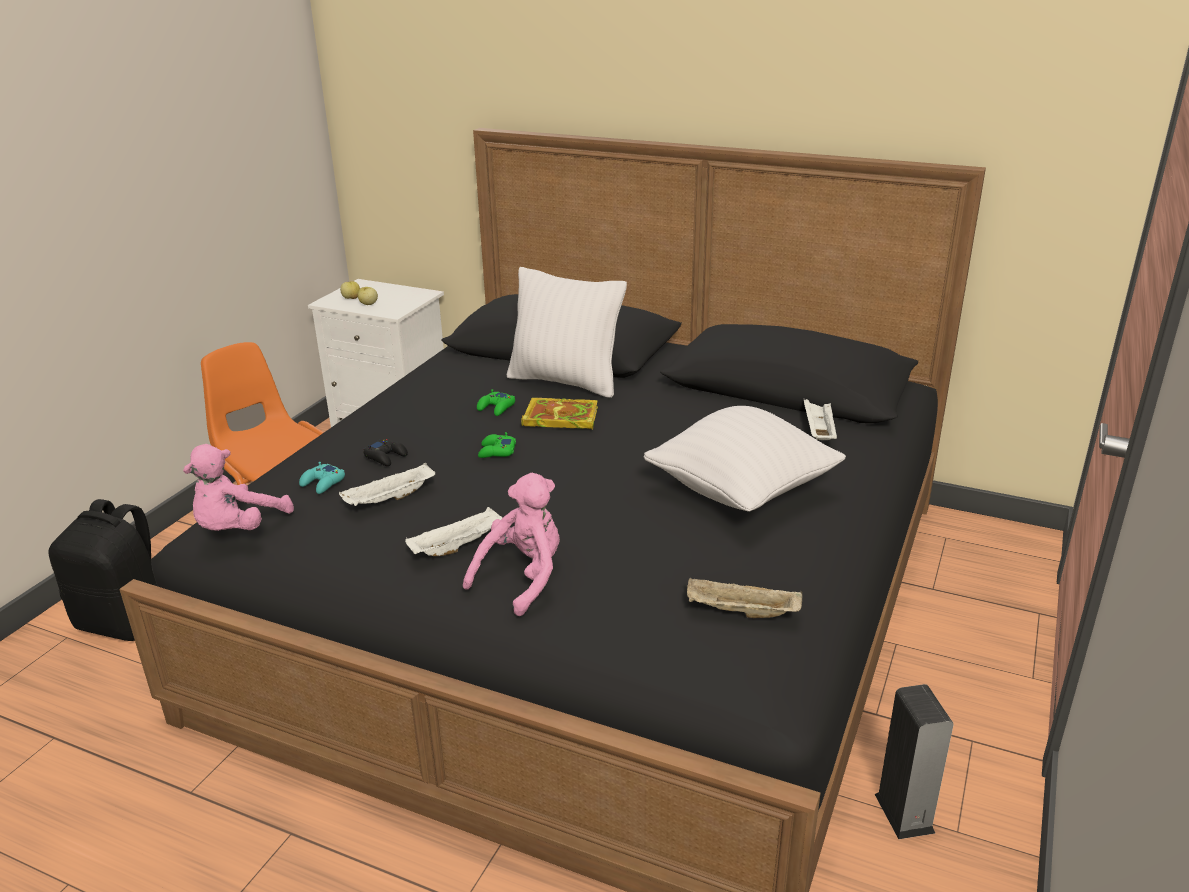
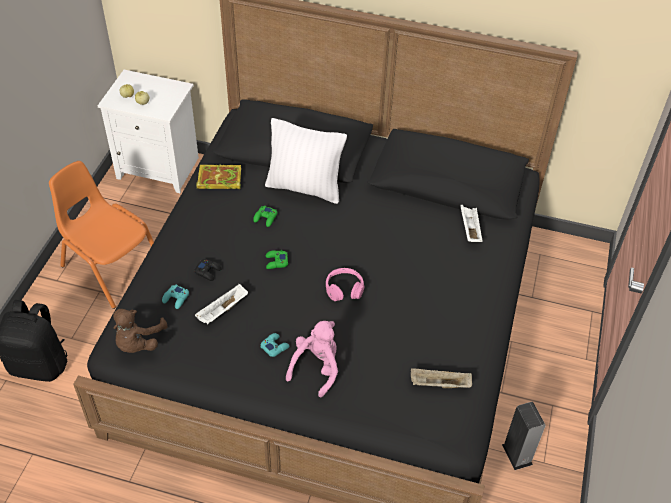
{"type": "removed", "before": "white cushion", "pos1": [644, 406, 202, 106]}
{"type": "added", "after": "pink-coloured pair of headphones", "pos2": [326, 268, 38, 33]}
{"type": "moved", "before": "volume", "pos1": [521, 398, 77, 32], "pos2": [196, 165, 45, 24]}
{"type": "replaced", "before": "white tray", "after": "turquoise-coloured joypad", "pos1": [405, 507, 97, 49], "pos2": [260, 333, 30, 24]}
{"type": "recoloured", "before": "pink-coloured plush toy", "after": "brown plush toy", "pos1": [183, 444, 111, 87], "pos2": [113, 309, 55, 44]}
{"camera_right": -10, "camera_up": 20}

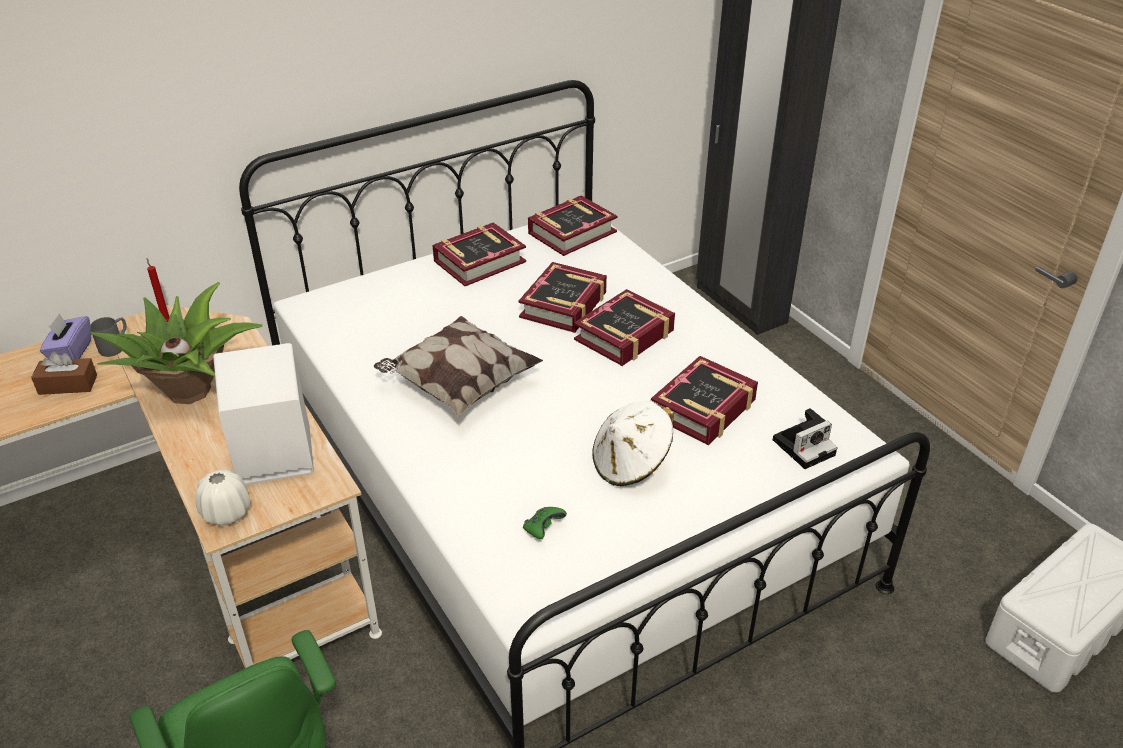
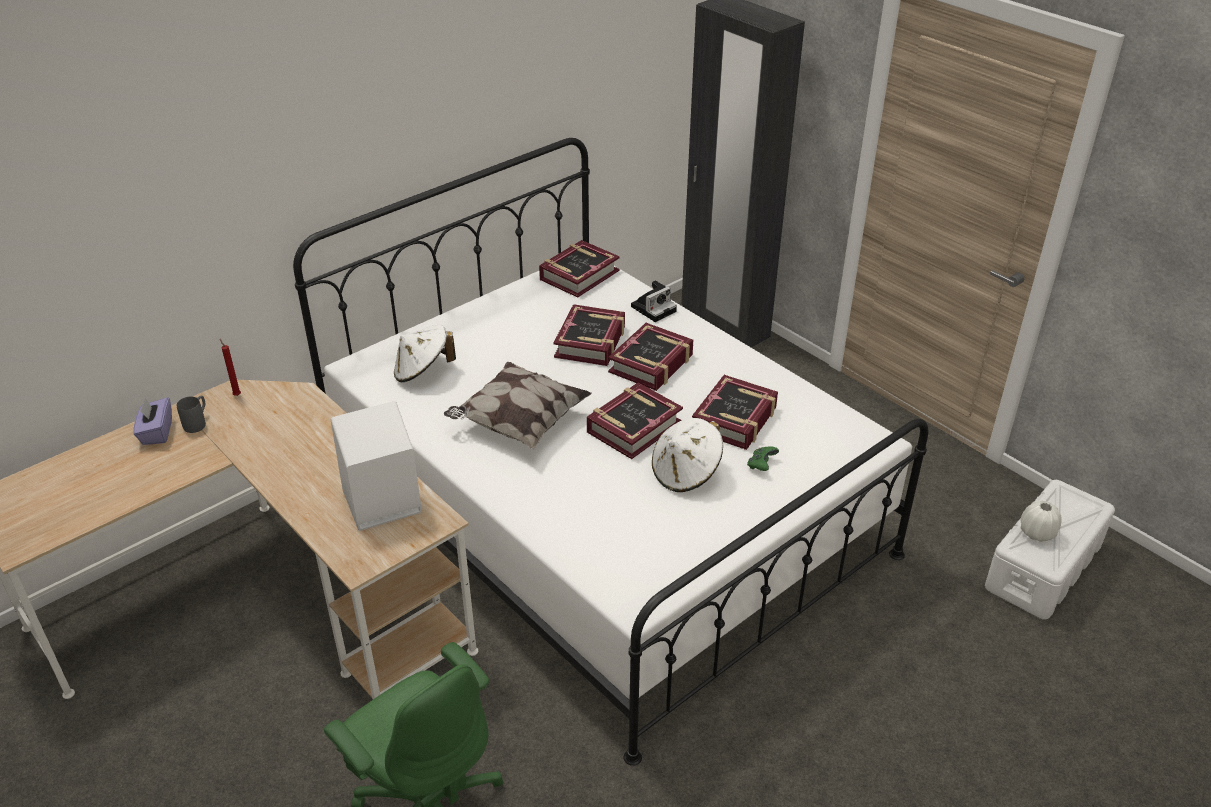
{"type": "removed", "before": "brown tissue box", "pos1": [31, 351, 66, 44]}
{"type": "removed", "before": "plant in a pot", "pos1": [90, 282, 172, 122]}
{"type": "added", "after": "white wearable hat", "pos2": [394, 325, 62, 57]}
{"type": "moved", "before": "white decorative vase", "pos1": [195, 470, 56, 55], "pos2": [1021, 501, 41, 41]}
{"type": "moved", "before": "volume", "pos1": [432, 222, 94, 64], "pos2": [587, 382, 96, 77]}
{"type": "moved", "before": "green joypad", "pos1": [523, 507, 44, 32], "pos2": [747, 447, 32, 24]}
{"type": "moved", "before": "photo camera", "pos1": [773, 408, 65, 61], "pos2": [631, 280, 46, 42]}
{"camera_right": -10, "camera_up": 0}

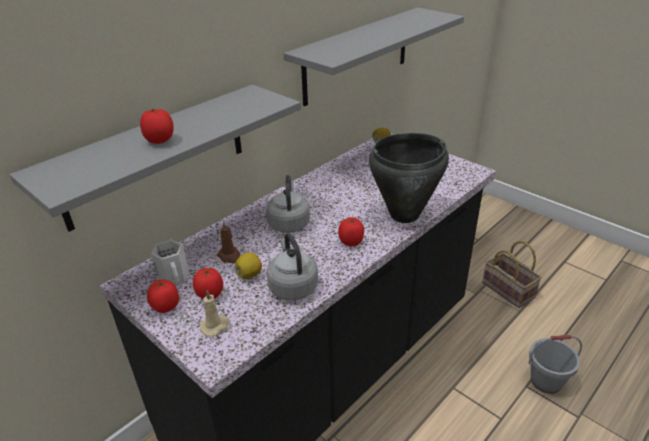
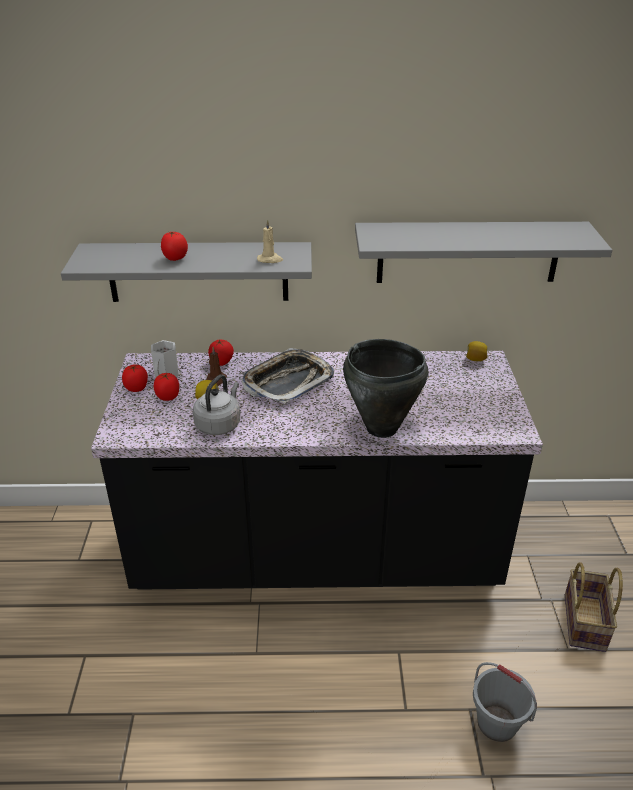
{"type": "moved", "before": "beige wax light", "pos1": [200, 290, 29, 47], "pos2": [257, 220, 26, 43]}
{"type": "moved", "before": "whole tomato", "pos1": [338, 218, 26, 28], "pos2": [208, 339, 26, 27]}
{"type": "replaced", "before": "gray kettle", "after": "tray", "pos1": [266, 175, 44, 58], "pos2": [242, 348, 92, 56]}
{"camera_right": 45, "camera_up": 0}

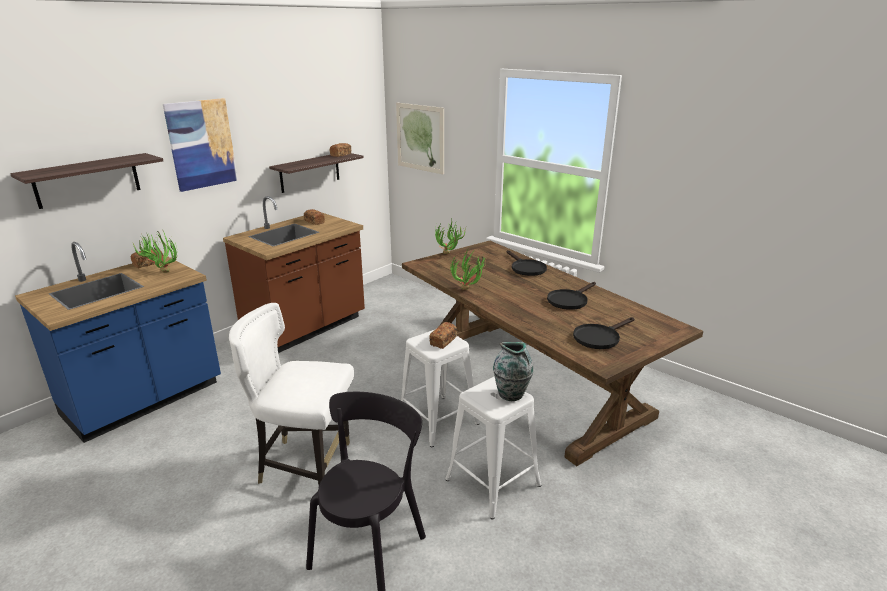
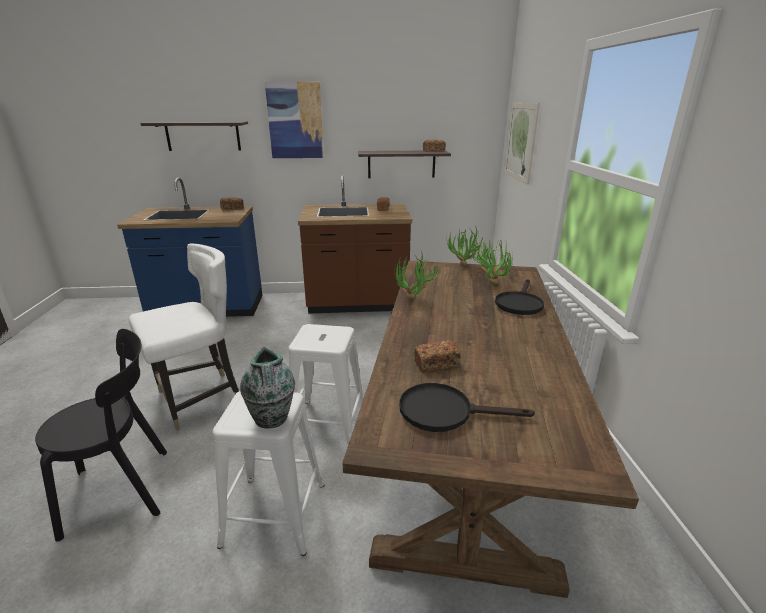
{"type": "removed", "before": "black-coloured frying pan", "pos1": [547, 282, 49, 28]}
{"type": "moved", "before": "plant in a pot", "pos1": [133, 230, 45, 43], "pos2": [472, 239, 41, 46]}
{"type": "moved", "before": "bread", "pos1": [429, 322, 28, 27], "pos2": [414, 340, 47, 32]}
{"type": "turned", "before": "white plain chair", "pos1": [229, 303, 125, 182], "pos2": [128, 244, 111, 186], "turn": 90}
{"camera_right": 45, "camera_up": 0}

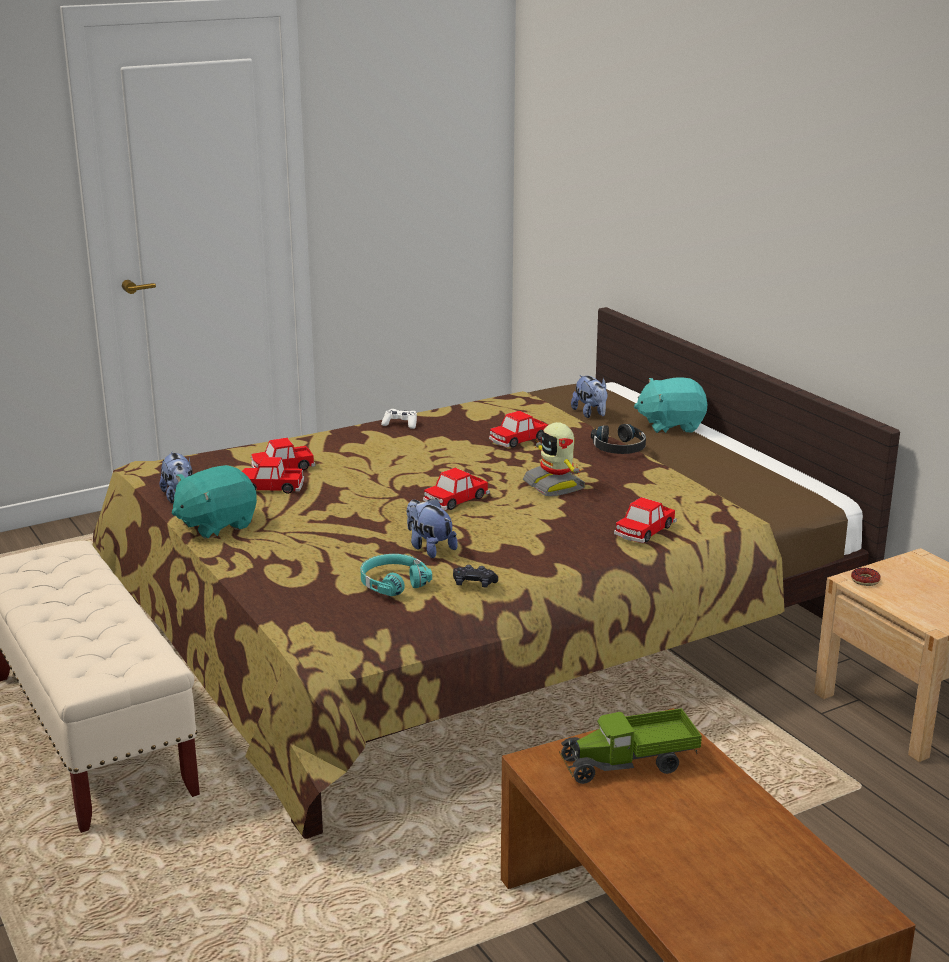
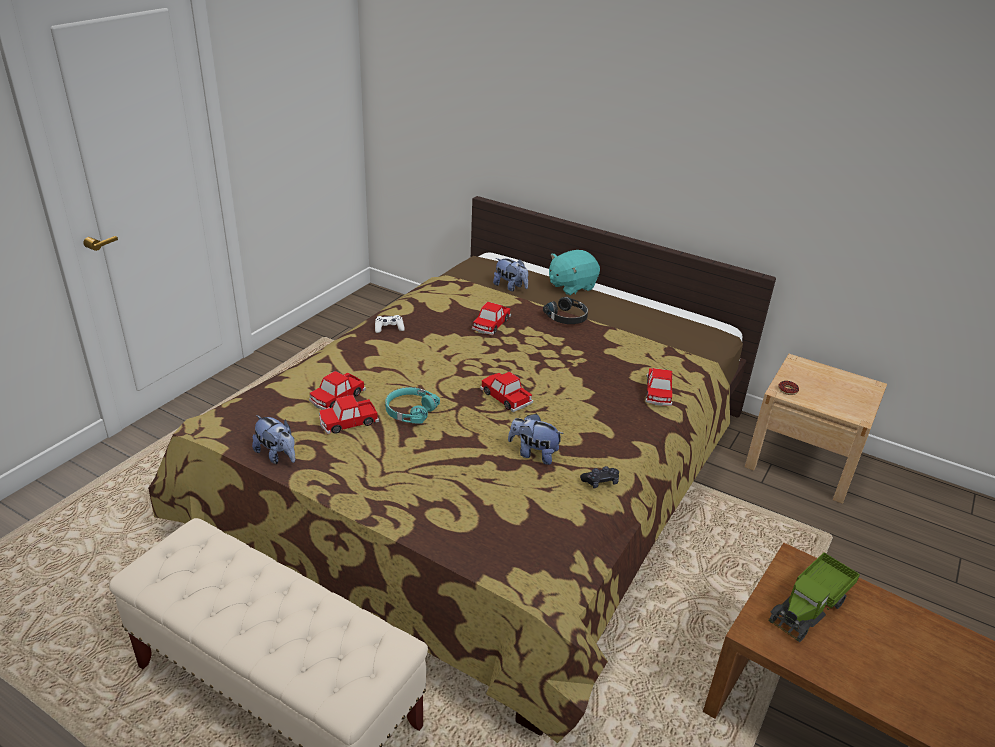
{"type": "removed", "before": "turquoise-coloured plush toy", "pos1": [172, 465, 85, 74]}
{"type": "removed", "before": "toy robot", "pos1": [523, 422, 63, 74]}
{"type": "moved", "before": "turquoise-coloured pair of headphones", "pos1": [360, 554, 72, 42], "pos2": [385, 387, 55, 37]}
{"type": "turned", "before": "miniature car", "pos1": [423, 467, 67, 43], "pos2": [480, 372, 53, 40], "turn": 120}
{"camera_right": -30, "camera_up": 10}

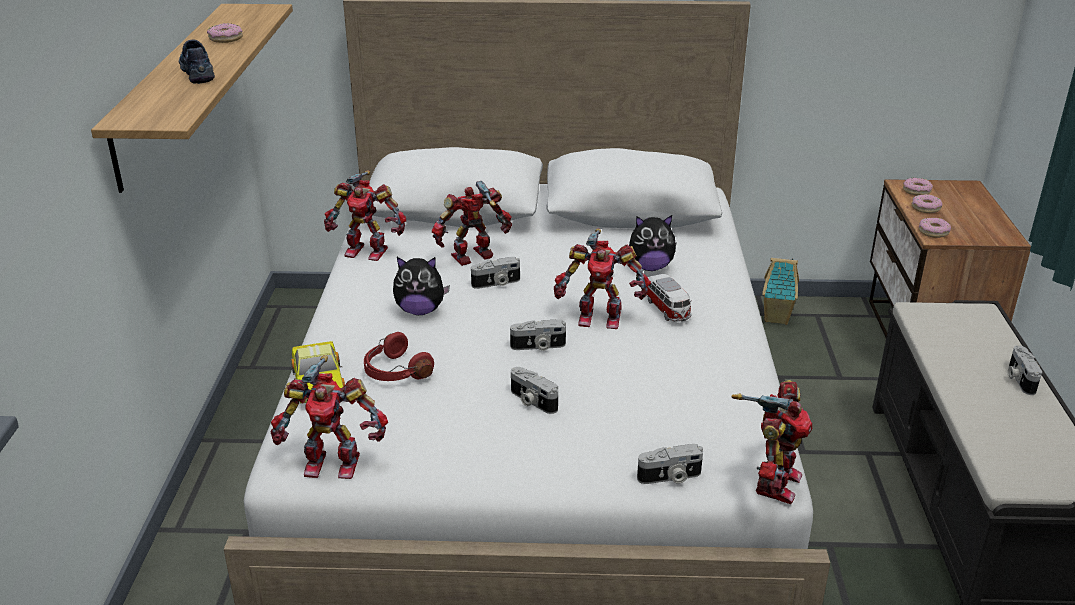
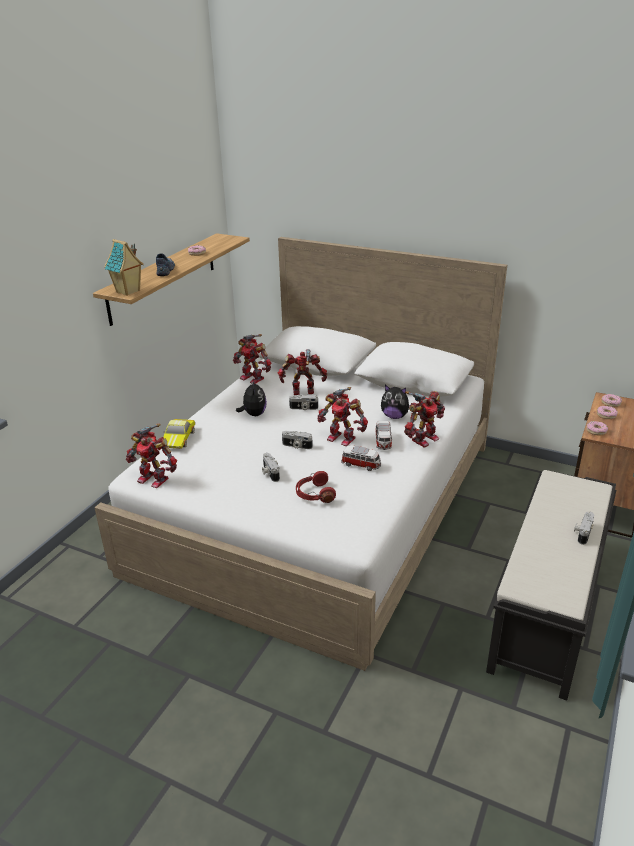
{"type": "removed", "before": "photo camera", "pos1": [637, 444, 66, 40]}
{"type": "added", "after": "miniature car", "pos2": [341, 446, 40, 25]}
{"type": "moved", "before": "red-coloured pair of headphones", "pos1": [364, 332, 70, 49], "pos2": [296, 471, 40, 32]}
{"type": "moved", "before": "toy robot", "pos1": [732, 380, 80, 124], "pos2": [404, 391, 41, 57]}
{"type": "moved", "before": "miniature house", "pos1": [762, 258, 37, 67], "pos2": [104, 239, 40, 57]}
{"type": "turned", "before": "plush toy", "pos1": [393, 257, 57, 58], "pos2": [236, 381, 31, 35], "turn": -120}
{"camera_right": 25, "camera_up": 0}

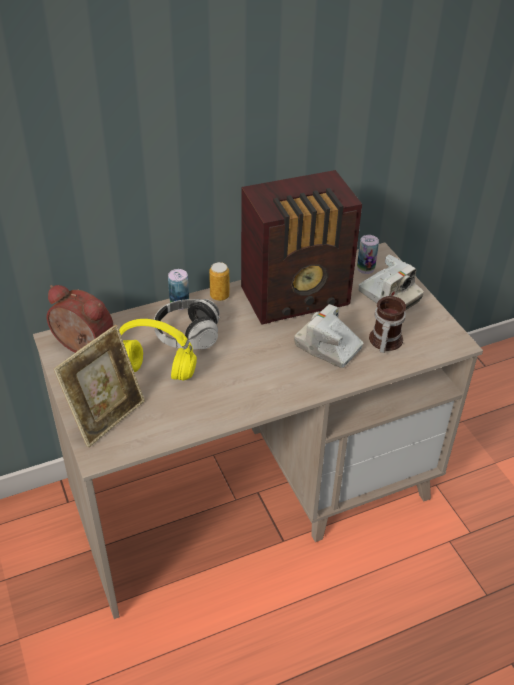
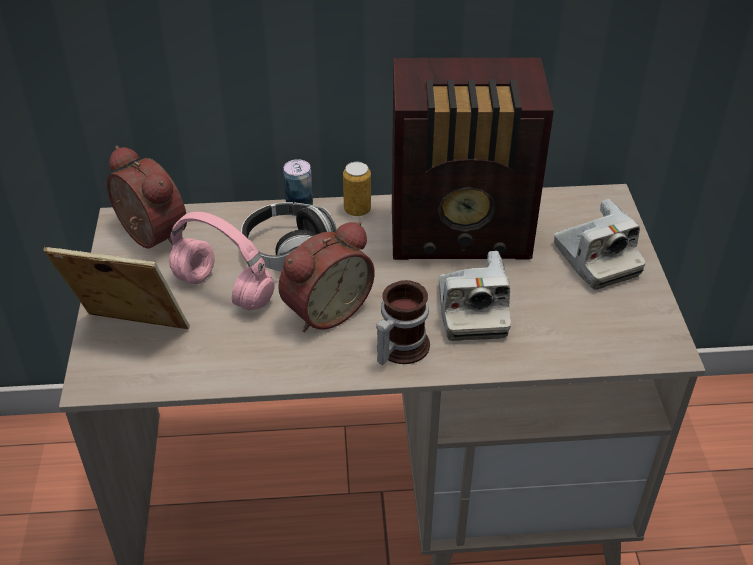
{"type": "removed", "before": "can", "pos1": [357, 235, 22, 39]}
{"type": "added", "after": "alarm clock", "pos2": [278, 221, 97, 111]}
{"type": "moved", "before": "coffee mug", "pos1": [369, 296, 37, 57], "pos2": [376, 280, 54, 85]}
{"type": "recoloured", "before": "yellow pair of headphones", "after": "pink-coloured pair of headphones", "pos1": [119, 319, 78, 62], "pos2": [169, 212, 105, 98]}
{"type": "turned", "before": "standing frame", "pos1": [54, 325, 91, 122], "pos2": [43, 247, 147, 82], "turn": -135}
{"type": "turned", "before": "photo camera", "pos1": [294, 304, 70, 64], "pos2": [439, 251, 72, 90], "turn": -150}
{"camera_right": 20, "camera_up": 0}

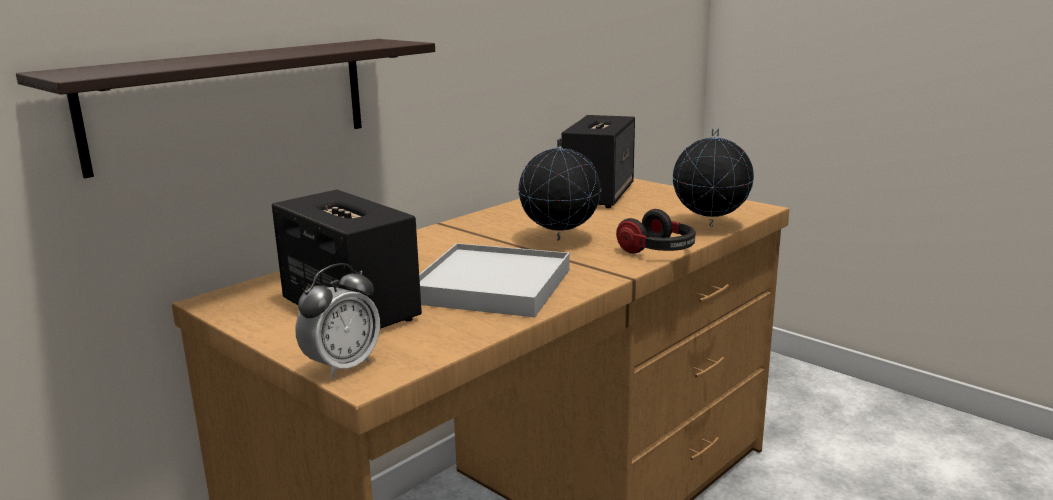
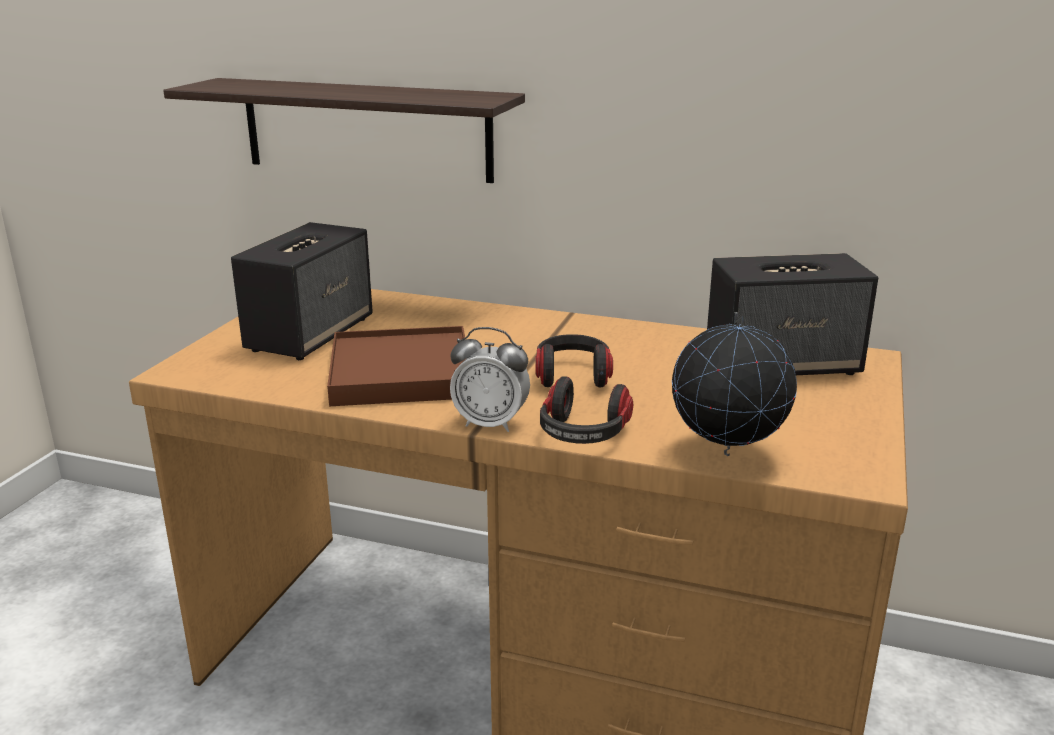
{"type": "moved", "before": "alarm clock", "pos1": [295, 263, 85, 116], "pos2": [450, 327, 80, 105]}
{"type": "replaced", "before": "desk globe", "after": "pair of headphones", "pos1": [518, 138, 84, 103], "pos2": [536, 334, 77, 53]}
{"type": "recoloured", "before": "white tray", "after": "brown tray", "pos1": [419, 243, 150, 74], "pos2": [327, 326, 139, 80]}
{"camera_right": 65, "camera_up": 5}

